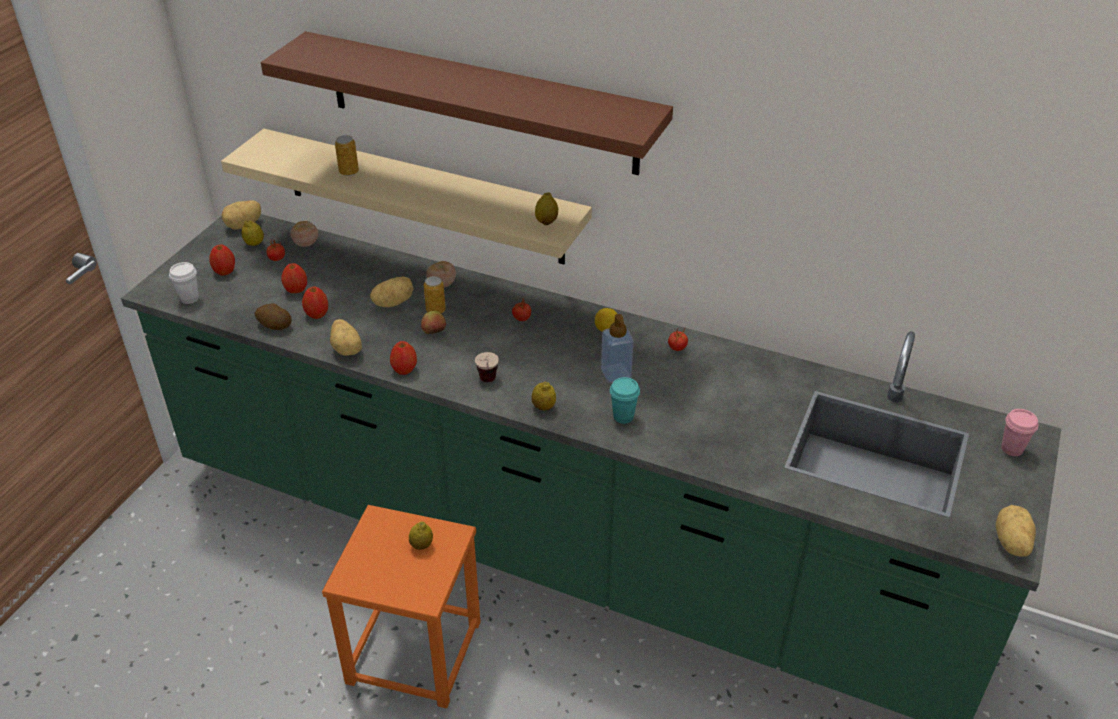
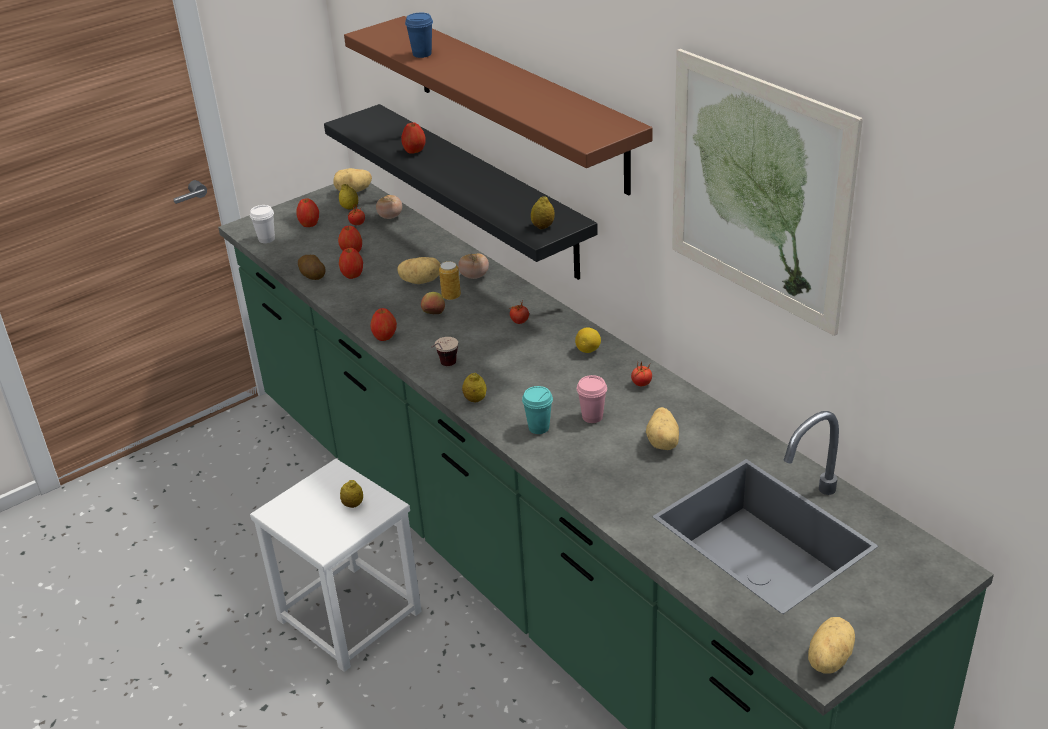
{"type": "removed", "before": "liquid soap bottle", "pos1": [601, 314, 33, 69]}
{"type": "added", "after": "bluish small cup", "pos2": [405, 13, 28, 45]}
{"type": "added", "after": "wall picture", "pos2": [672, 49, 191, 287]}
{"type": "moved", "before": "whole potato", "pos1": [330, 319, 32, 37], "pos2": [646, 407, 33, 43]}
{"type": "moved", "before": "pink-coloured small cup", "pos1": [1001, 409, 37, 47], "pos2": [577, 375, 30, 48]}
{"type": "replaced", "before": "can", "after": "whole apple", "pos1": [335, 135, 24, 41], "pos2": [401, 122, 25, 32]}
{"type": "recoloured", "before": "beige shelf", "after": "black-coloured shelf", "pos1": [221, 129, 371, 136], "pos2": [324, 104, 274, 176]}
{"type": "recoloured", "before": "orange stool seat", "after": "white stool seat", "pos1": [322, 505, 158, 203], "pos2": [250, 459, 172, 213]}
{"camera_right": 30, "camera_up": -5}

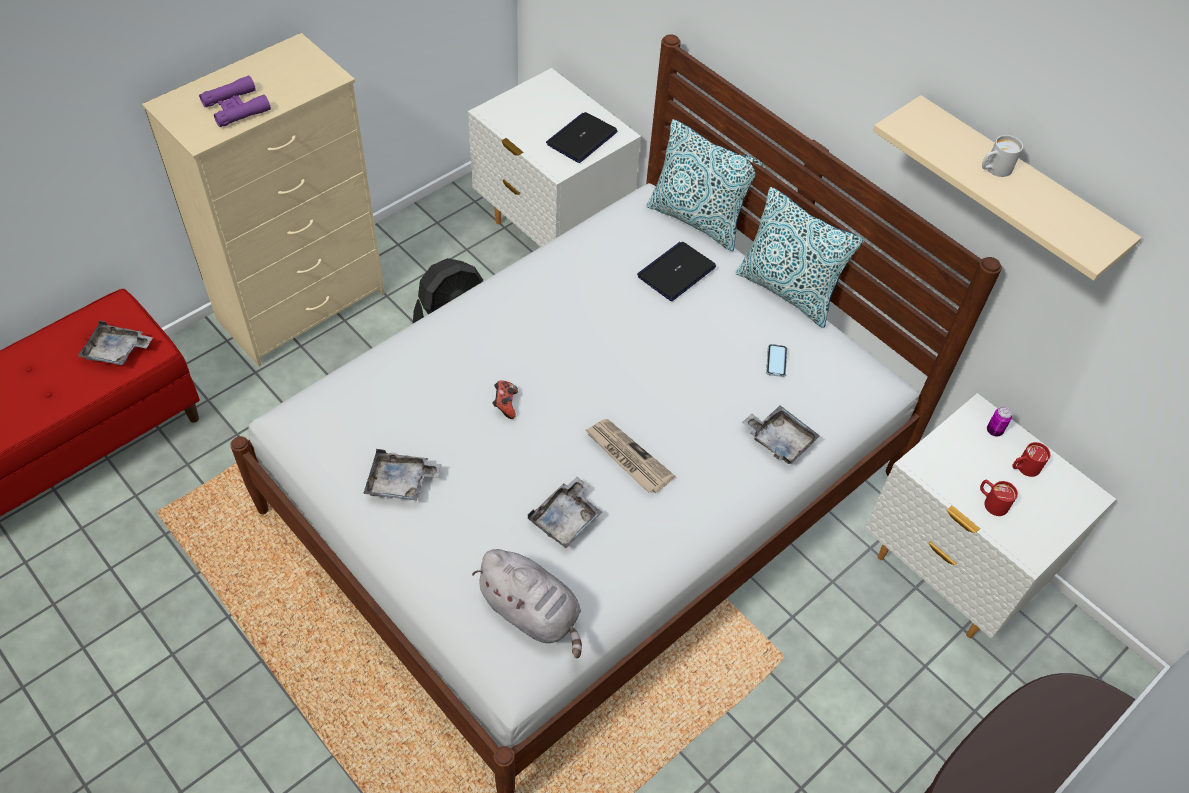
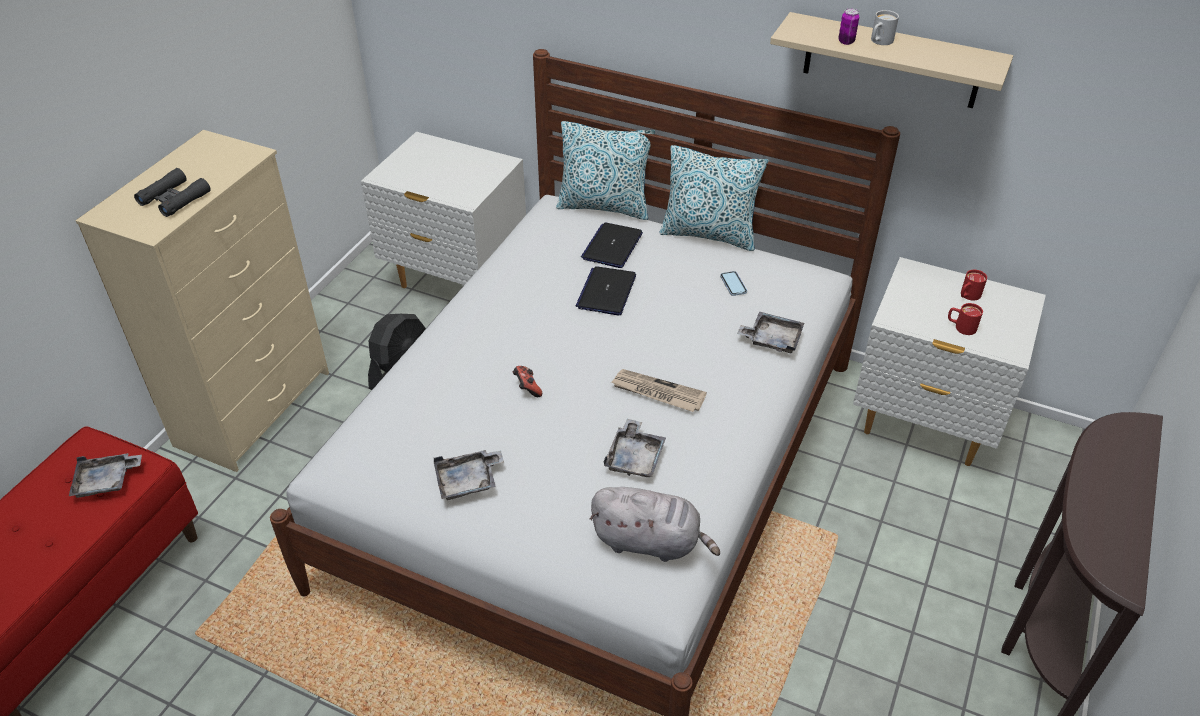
{"type": "moved", "before": "notebook computer", "pos1": [546, 112, 71, 51], "pos2": [576, 266, 60, 49]}
{"type": "moved", "before": "can", "pos1": [987, 407, 25, 30], "pos2": [838, 8, 21, 37]}
{"type": "recoloured", "before": "purple pair of binoculars", "after": "black-coloured pair of binoculars", "pos1": [199, 75, 72, 52], "pos2": [134, 168, 77, 49]}
{"camera_right": -20, "camera_up": -10}

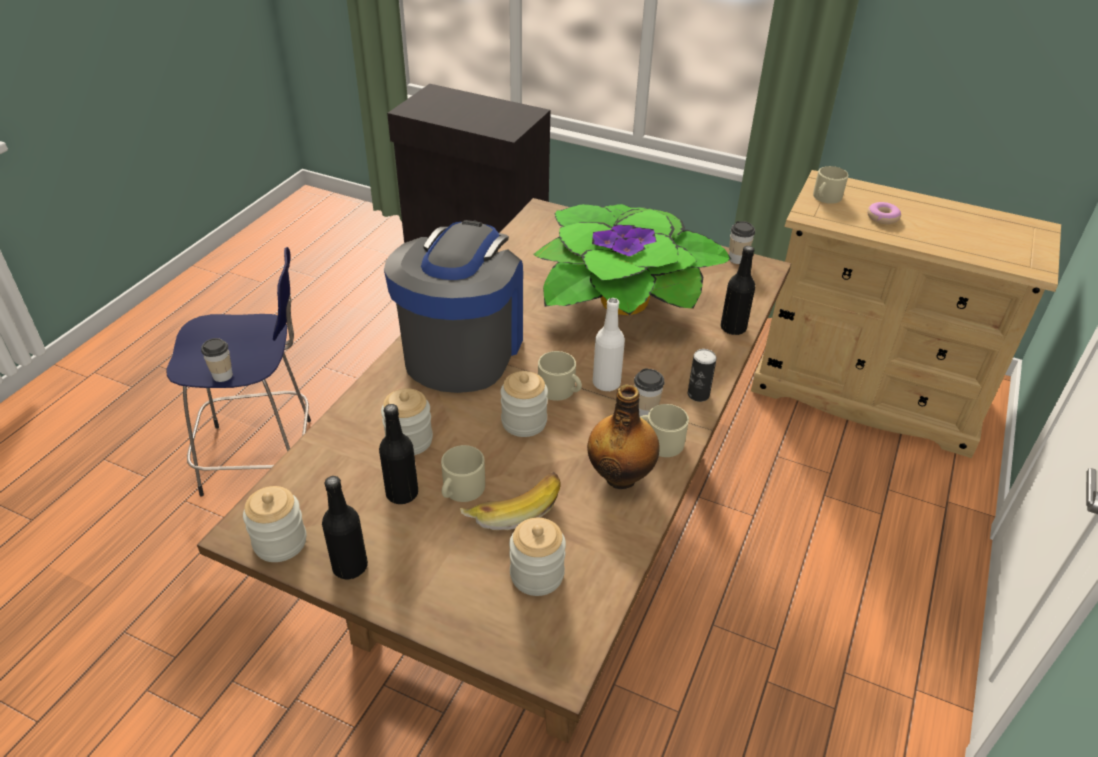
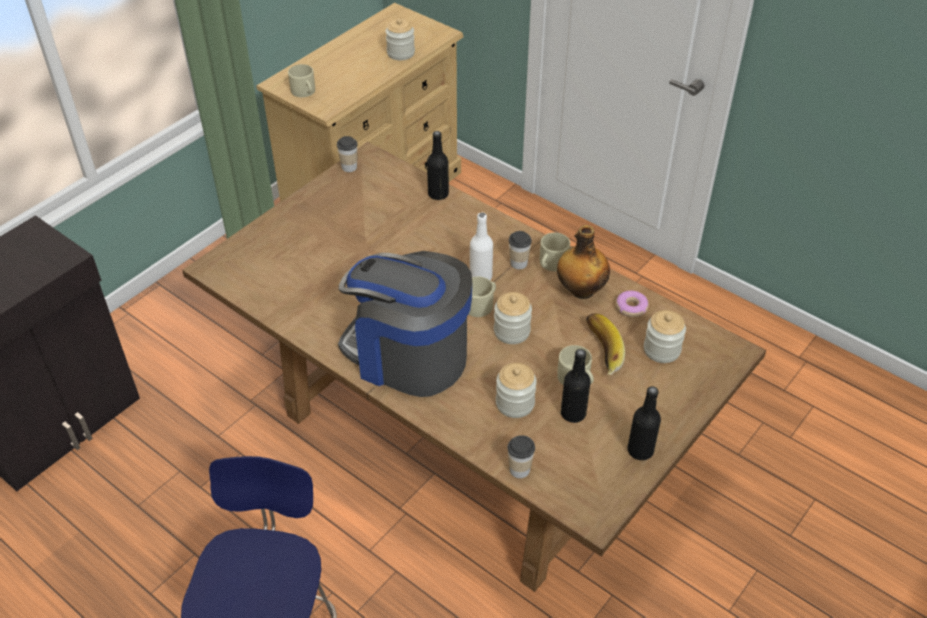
{"type": "removed", "before": "plant in a pot", "pos1": [534, 204, 197, 111]}
{"type": "removed", "before": "can", "pos1": [688, 349, 29, 53]}
{"type": "moved", "before": "small cup", "pos1": [201, 338, 32, 44], "pos2": [507, 435, 28, 43]}
{"type": "moved", "before": "jar", "pos1": [243, 486, 63, 76], "pos2": [385, 18, 30, 42]}
{"type": "moved", "before": "doughnut", "pos1": [867, 202, 34, 22], "pos2": [616, 291, 33, 26]}
{"camera_right": -75, "camera_up": 5}

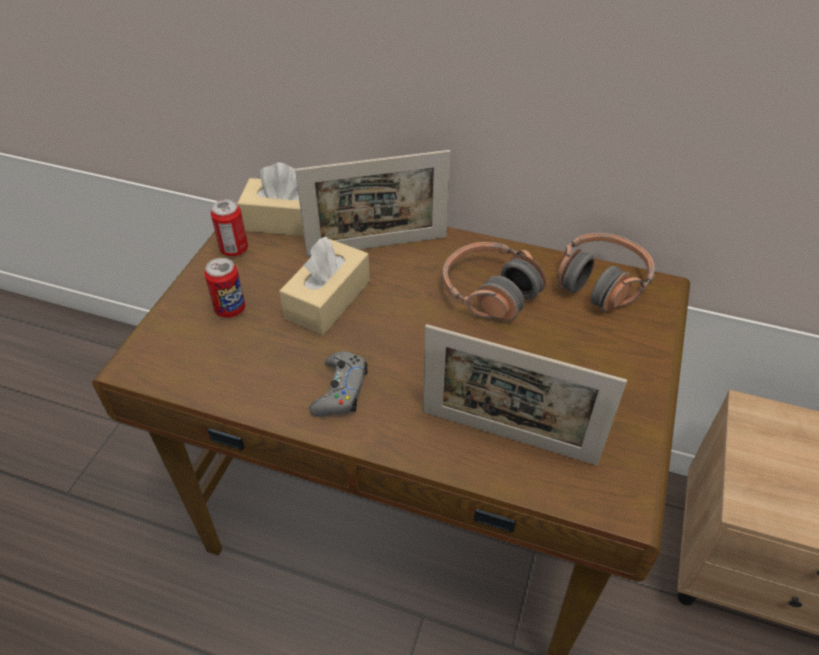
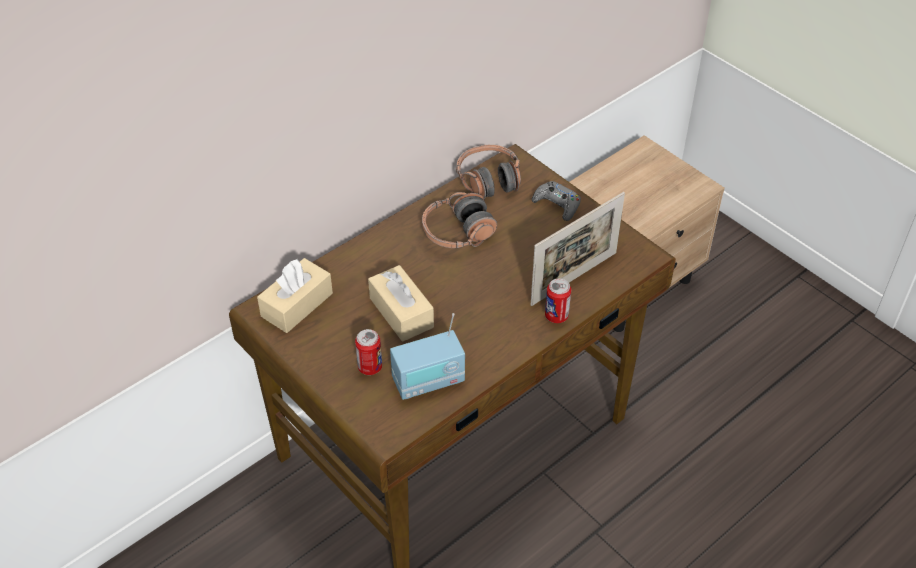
{"type": "removed", "before": "standing frame", "pos1": [295, 150, 156, 107]}
{"type": "added", "after": "radio", "pos2": [390, 313, 75, 87]}
{"type": "moved", "before": "can", "pos1": [211, 199, 37, 57], "pos2": [545, 279, 26, 44]}
{"type": "moved", "before": "gray joypad", "pos1": [309, 351, 59, 66], "pos2": [532, 181, 49, 40]}
{"camera_right": -60, "camera_up": 0}

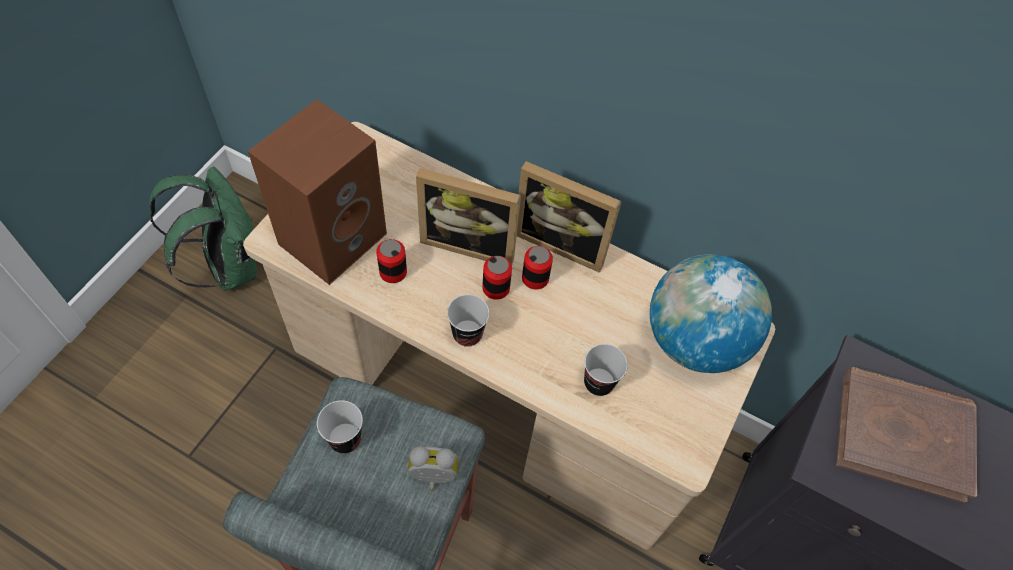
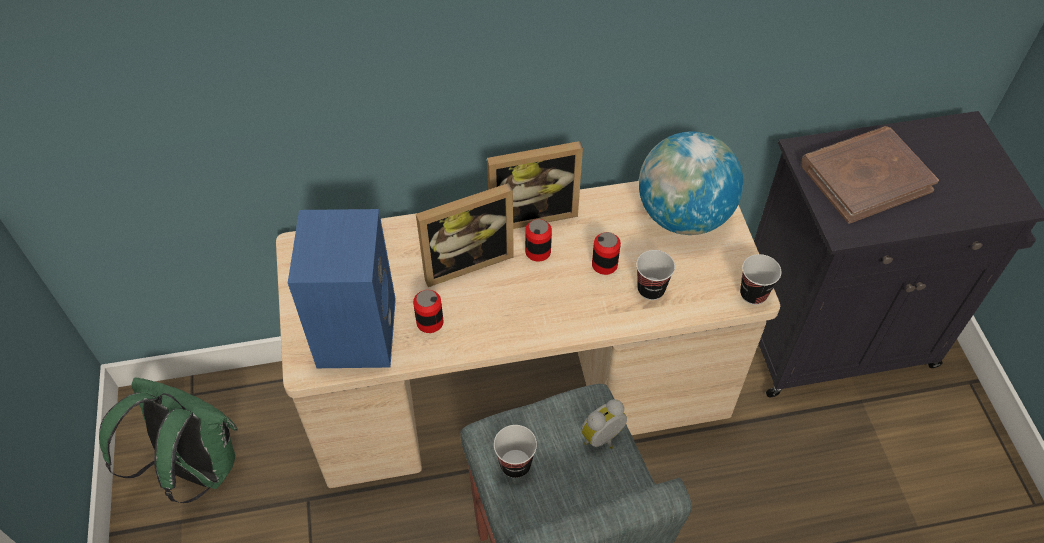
{"type": "moved", "before": "small cup", "pos1": [447, 294, 42, 53], "pos2": [740, 254, 41, 51]}
{"type": "moved", "before": "can", "pos1": [482, 256, 30, 43], "pos2": [592, 232, 29, 43]}
{"type": "recoloured", "before": "brown loudspeaker", "after": "bluish loudspeaker", "pos1": [248, 99, 139, 186], "pos2": [288, 209, 108, 159]}
{"camera_right": -35, "camera_up": -5}

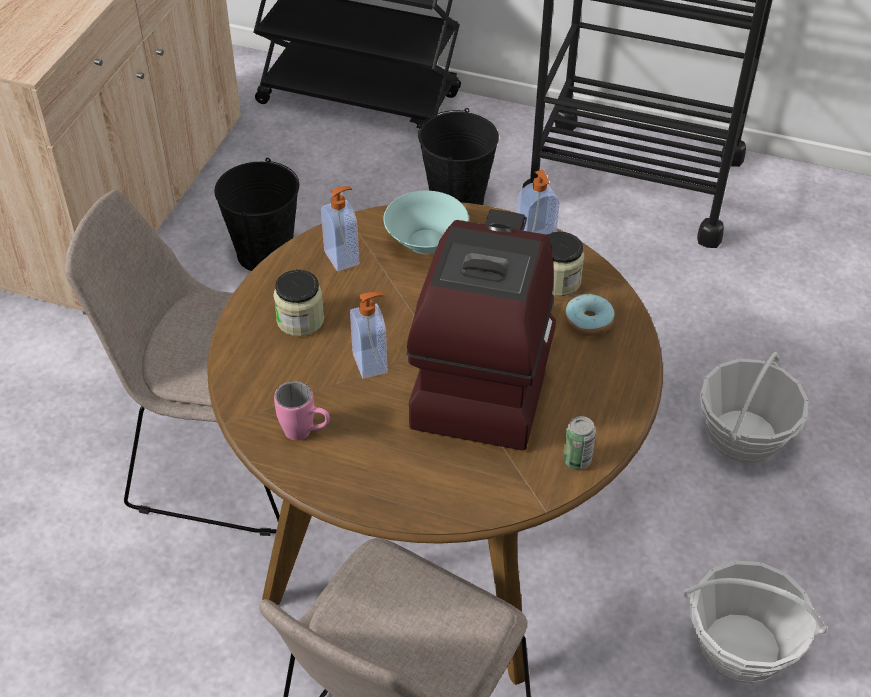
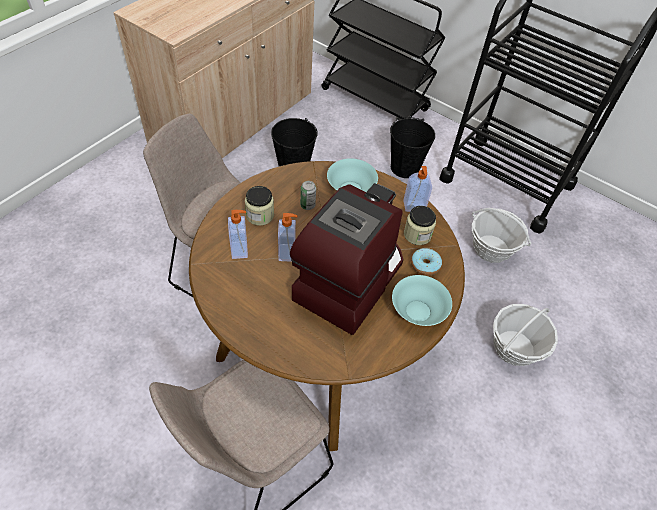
{"type": "removed", "before": "pink-coloured coffee mug", "pos1": [274, 381, 56, 59]}
{"type": "added", "after": "turquoise-coloured bowl", "pos2": [392, 275, 60, 51]}
{"type": "moved", "before": "liquid soap bottle", "pos1": [321, 186, 38, 85], "pos2": [228, 210, 20, 49]}
{"type": "moved", "before": "can", "pos1": [563, 416, 33, 53], "pos2": [300, 181, 16, 29]}
{"type": "moved", "before": "storage basket", "pos1": [683, 561, 145, 122], "pos2": [472, 208, 60, 55]}
{"camera_right": 15, "camera_up": 5}

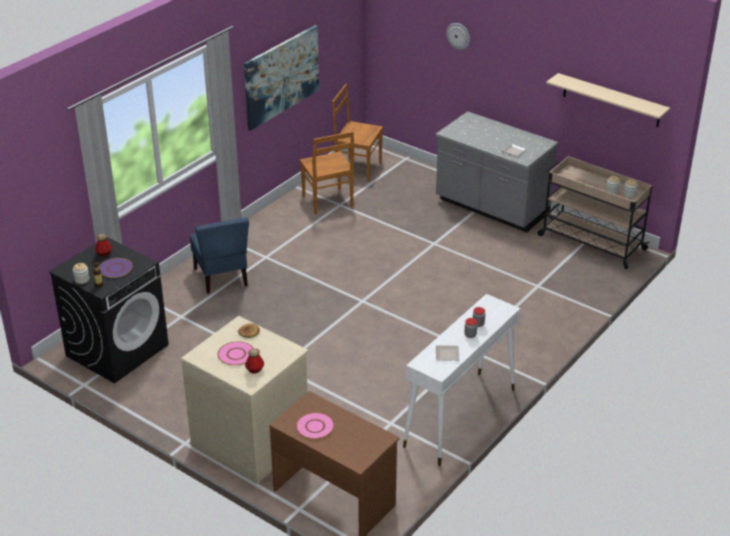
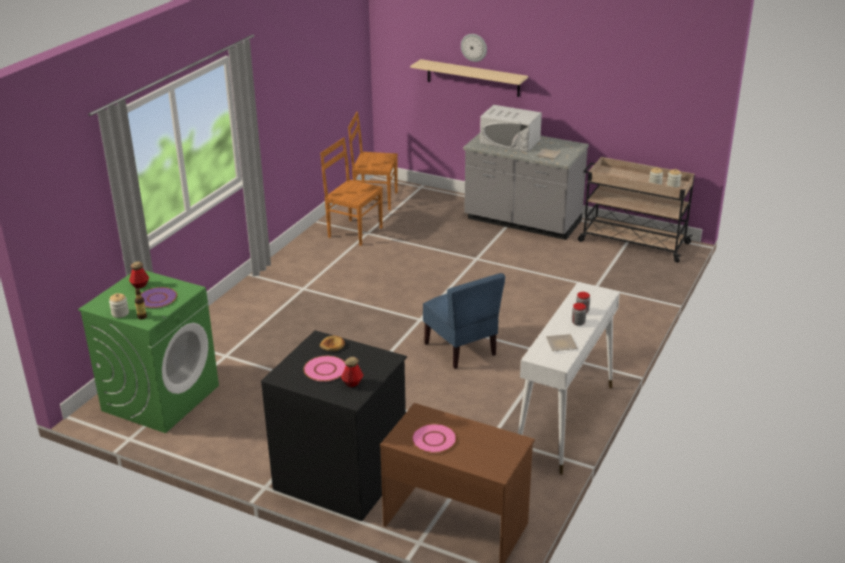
{"type": "removed", "before": "wall picture", "pos1": [244, 25, 75, 106]}
{"type": "added", "after": "white microwave", "pos2": [480, 105, 62, 47]}
{"type": "moved", "before": "bluish plain chair", "pos1": [190, 217, 59, 77], "pos2": [423, 273, 82, 96]}
{"type": "moved", "before": "beige shelf", "pos1": [546, 73, 124, 54], "pos2": [410, 59, 118, 38]}
{"type": "recoloured", "before": "black-coloured laundry appliance", "after": "green laundry appliance", "pos1": [49, 237, 120, 146], "pos2": [78, 271, 141, 162]}
{"type": "recoloured", "before": "beige drawer chest", "after": "black-coloured drawer chest", "pos1": [181, 316, 127, 168], "pos2": [261, 330, 146, 191]}
{"type": "turned", "before": "brown plain chair", "pos1": [300, 131, 54, 84], "pos2": [320, 137, 63, 109], "turn": 150}
{"camera_right": -10, "camera_up": -5}

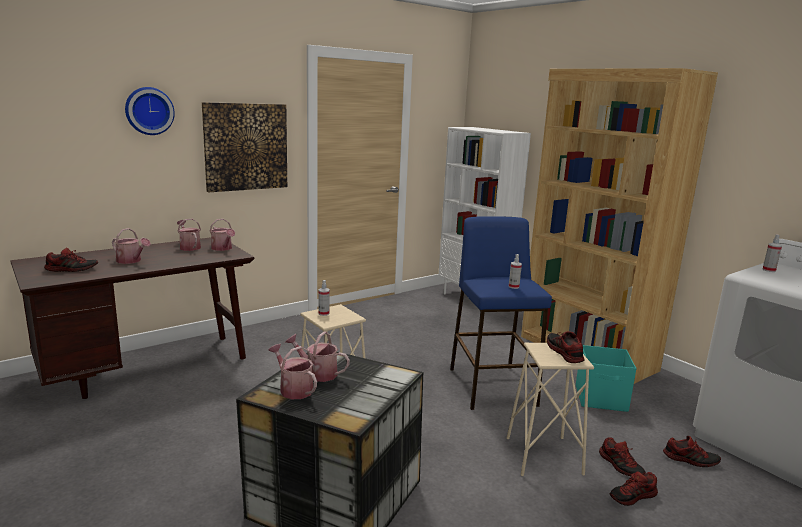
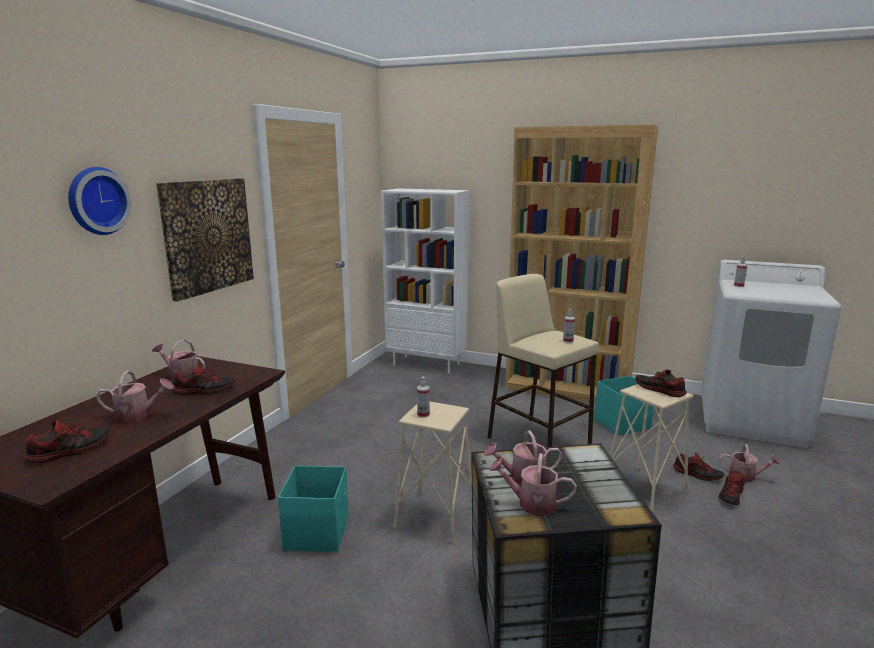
{"type": "added", "after": "turquoise-coloured storage bin", "pos2": [278, 466, 71, 86]}
{"type": "moved", "before": "watering can", "pos1": [209, 219, 26, 32], "pos2": [719, 444, 62, 38]}
{"type": "moved", "before": "shoe", "pos1": [663, 436, 58, 31], "pos2": [173, 364, 62, 31]}
{"type": "recoloured", "before": "bluish stool seat", "after": "beige stool seat", "pos1": [450, 216, 102, 194], "pos2": [487, 274, 112, 173]}
{"camera_right": -30, "camera_up": 0}

